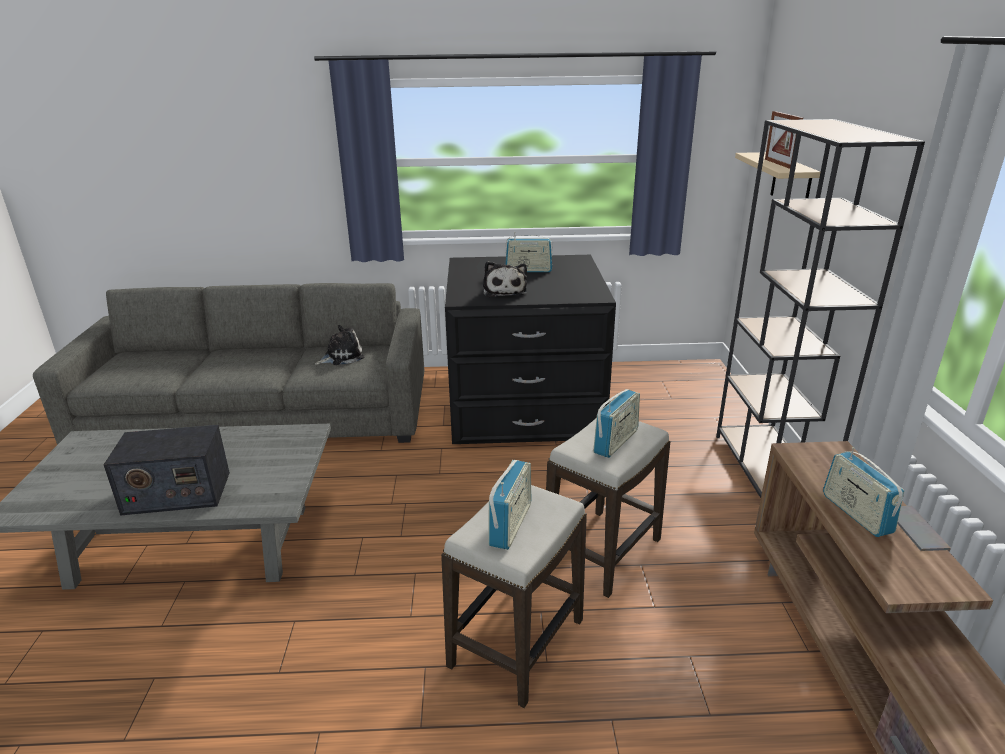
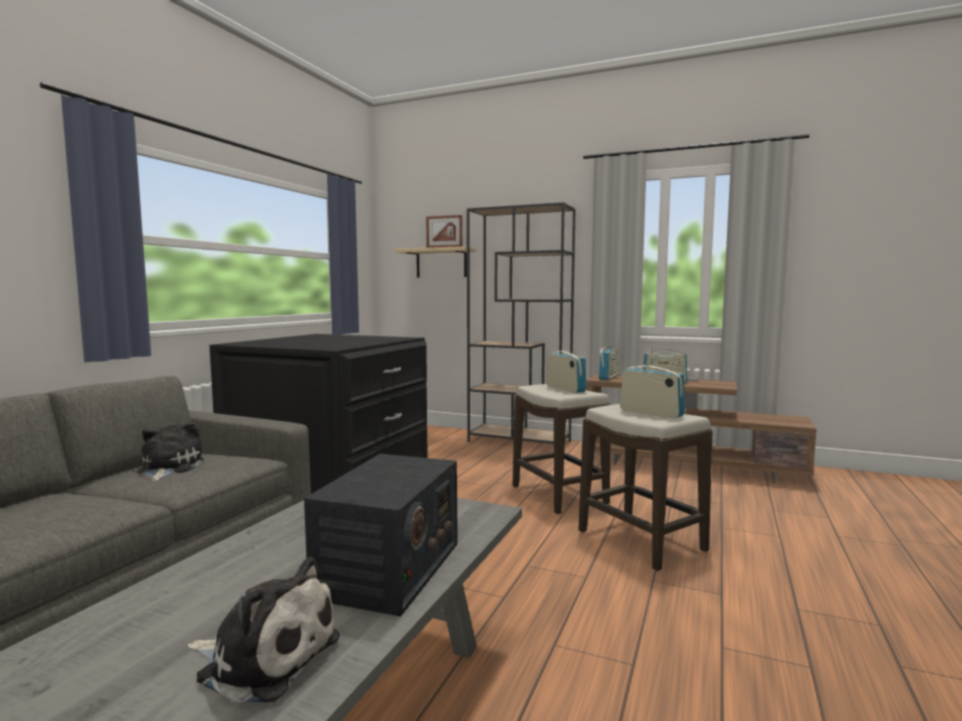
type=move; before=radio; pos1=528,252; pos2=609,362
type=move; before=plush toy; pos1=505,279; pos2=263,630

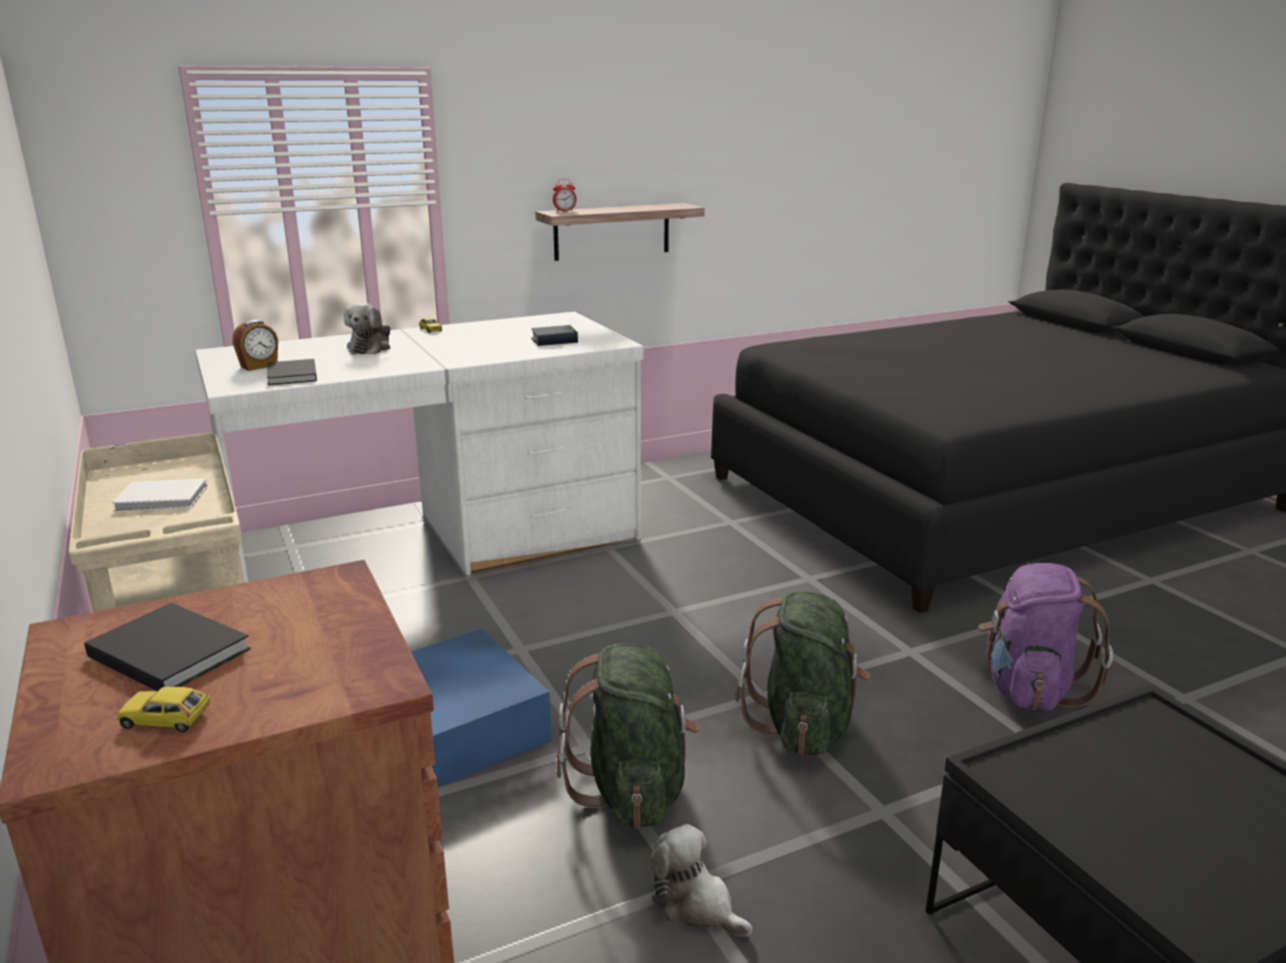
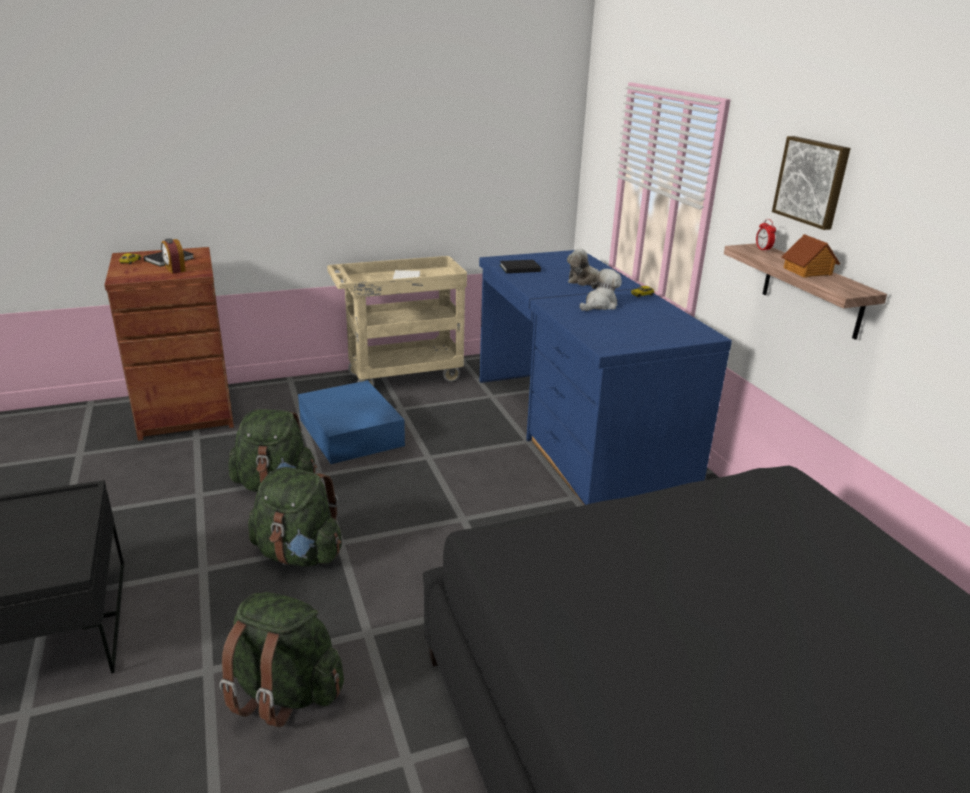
type=recolor; before=white desk; after=blue desk; pos1=419,447; pos2=605,377
type=move; before=alarm clock; pos1=255,345; pos2=173,256
type=delete; before=book; pos1=554,335
type=recolor; before=purple backpack; after=green backpack; pos1=1045,636; pos2=282,659
type=move; before=plush toy; pos1=701,880; pos2=601,290
type=insert; after=picture; pos2=811,183
type=insert; after=toy house; pos2=811,256

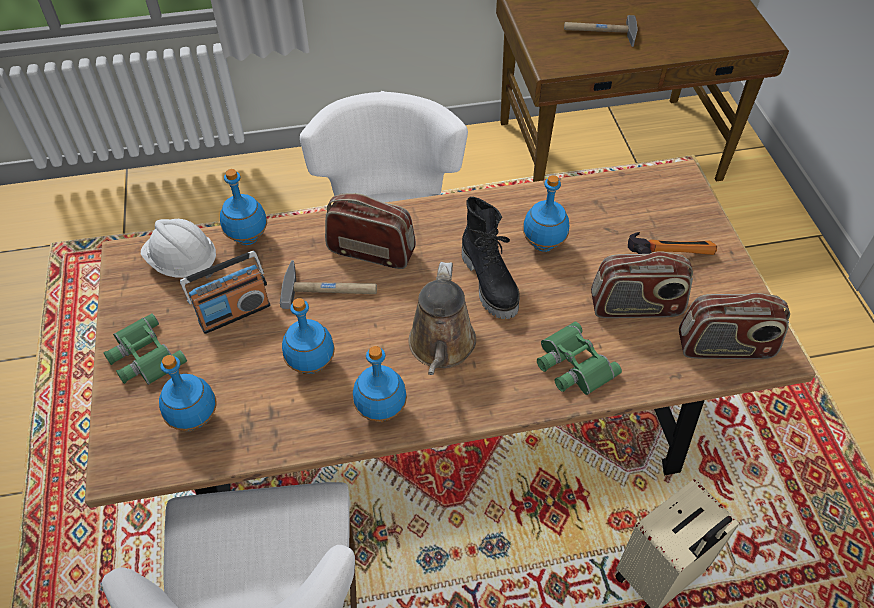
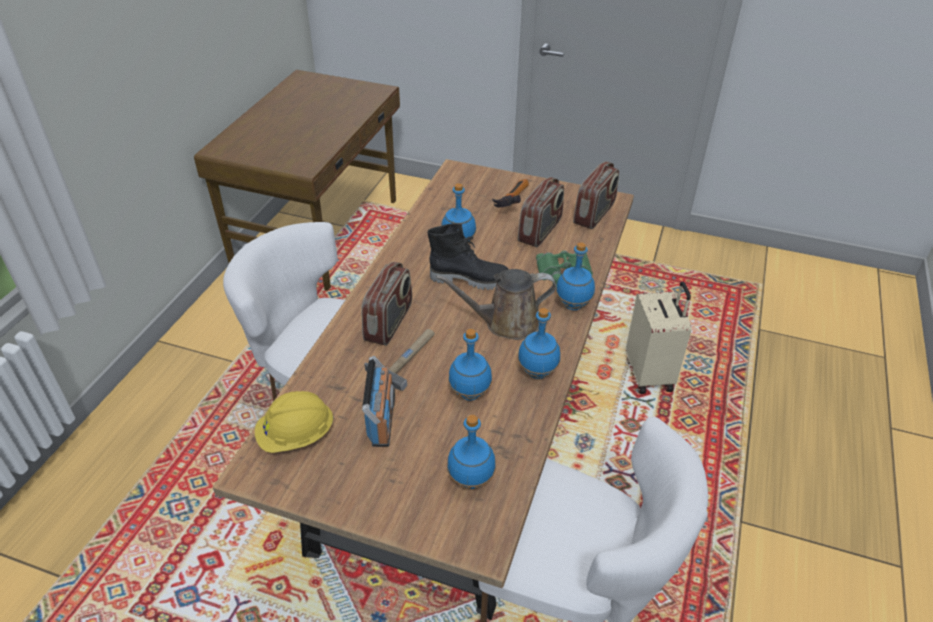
type=delete; before=hammer; pos1=601,31
type=move; before=blue bottle; pos1=243,207; pos2=575,276
type=rotate; before=radio; pos1=370,231; pos2=386,304; turn=150
type=recolor; before=white hard hat; after=yellow hard hat; pos1=178,249; pos2=294,422
type=rotate; before=brown watering can; pos1=442,318; pos2=496,304; turn=135
type=delete; before=green binoculars; pos1=145,349

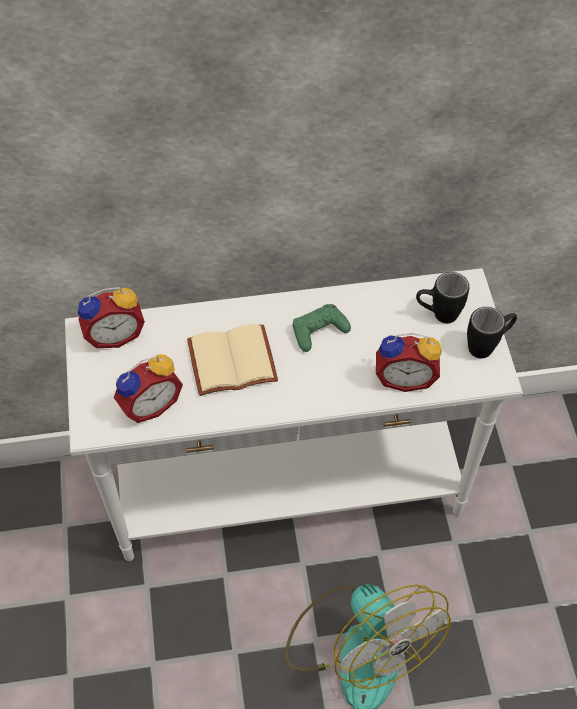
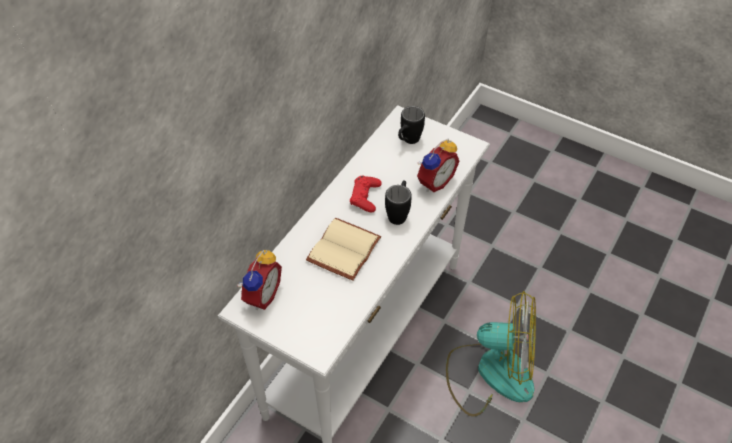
type=recolor; before=green game controller; after=red game controller; pos1=322,328; pos2=366,194
type=move; before=black mug; pos1=492,332; pos2=398,202
type=delete; before=alarm clock; pos1=148,389

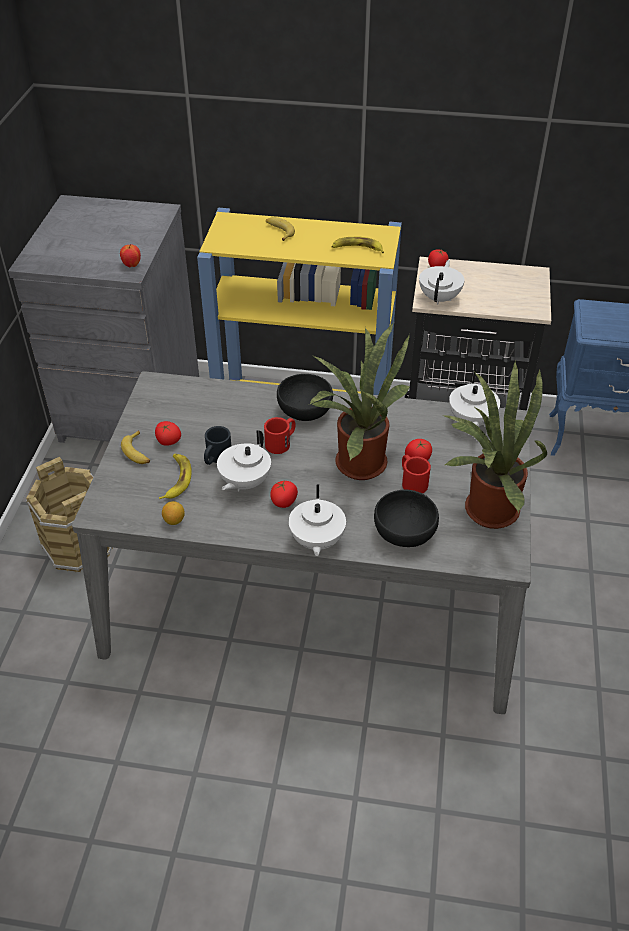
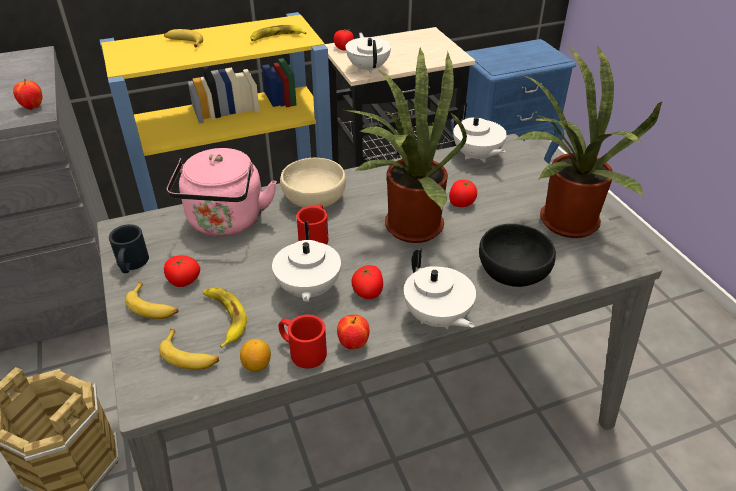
type=recolor; before=black bowl; after=beige bowl; pos1=305,397; pos2=313,183
type=move; before=black mug; pos1=217,445; pos2=129,248
type=move; before=red mug; pos1=416,474; pos2=303,341
type=insert; after=pink kettle; pos2=221,192
type=insert; after=apple; pos2=353,332
type=insert; after=banana; pos2=189,349

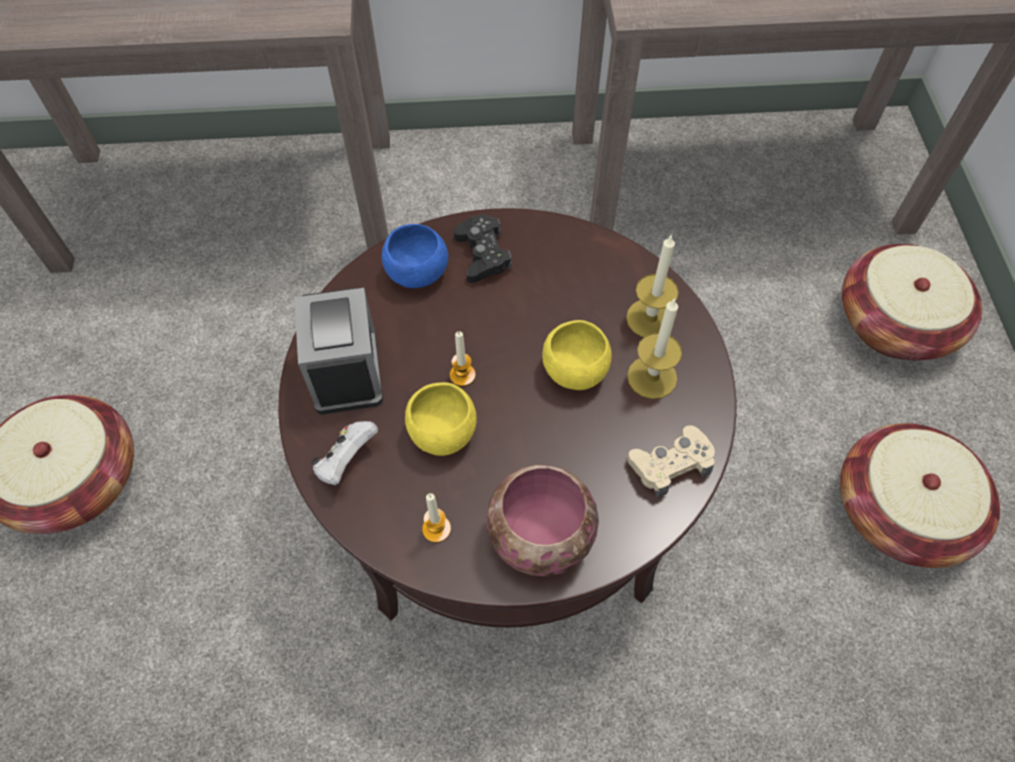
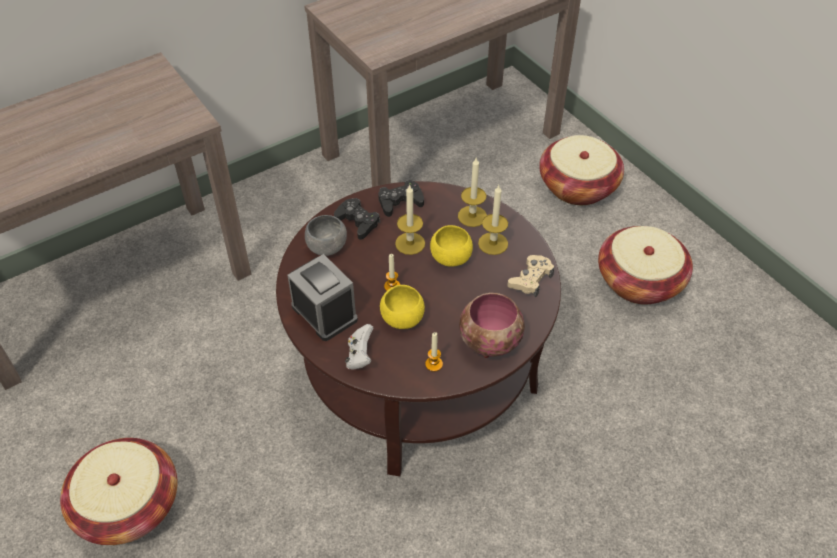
type=recolor; before=blue bowl; after=grey bowl; pos1=415,256; pos2=326,235
type=insert; after=black game controller; pos2=401,198
type=insert; after=candle; pos2=410,219

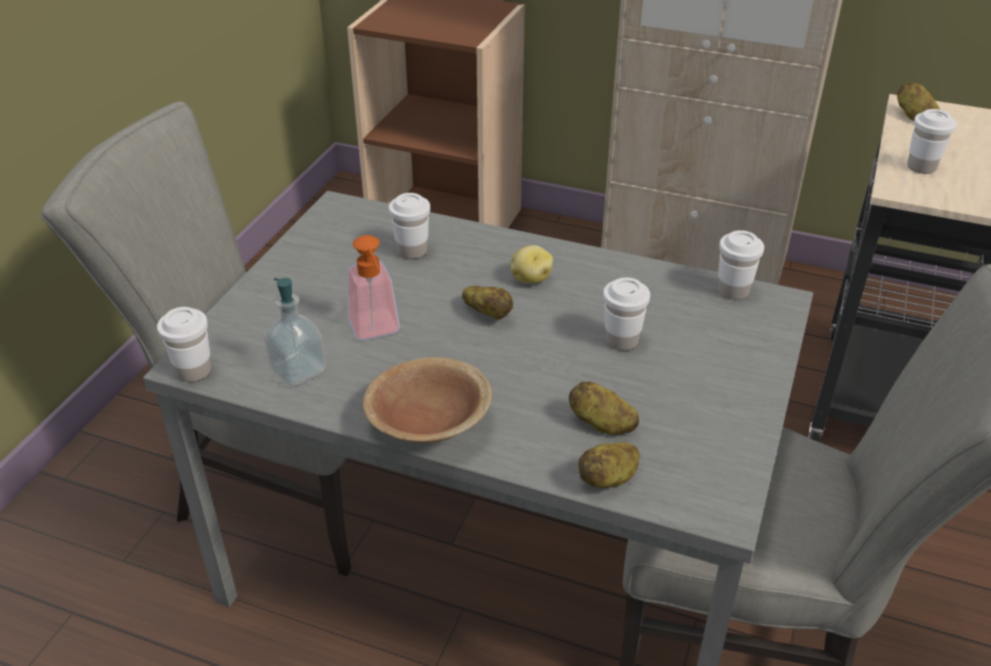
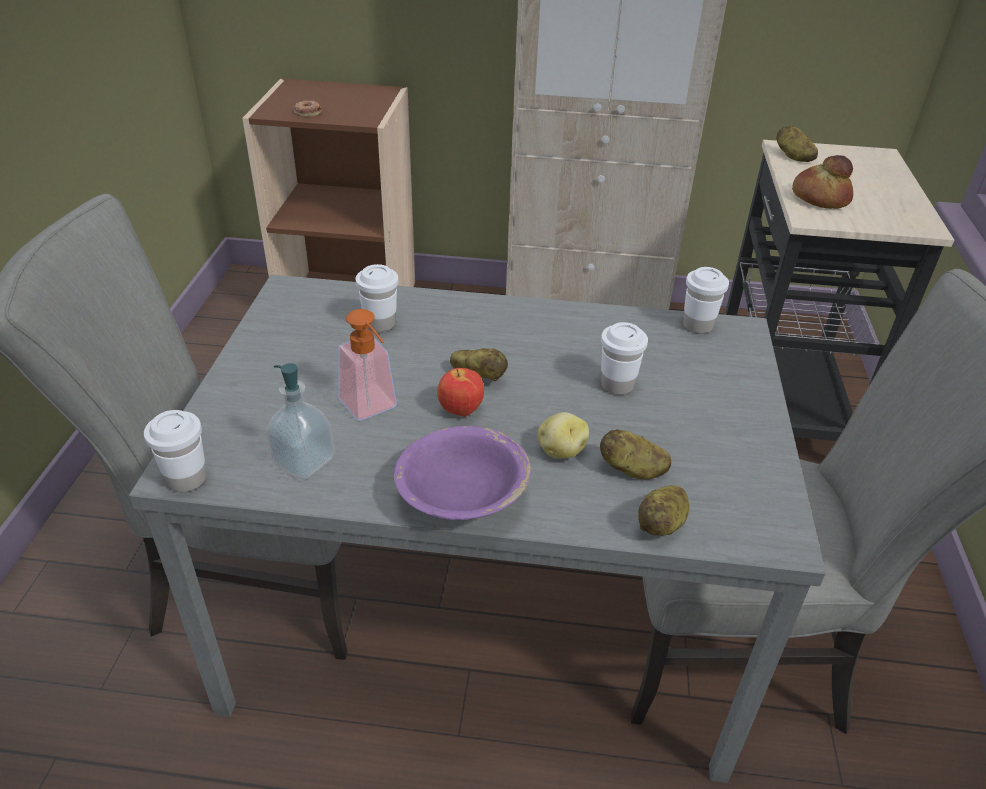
type=replace; before=white cup; after=bread; pos1=932,141; pos2=822,182
type=move; before=potato; pos1=532,264; pos2=563,435
type=recolor; before=brown bowl; after=purple bowl; pos1=427,400; pos2=462,473
type=insert; after=donut; pos2=307,108
type=insert; after=apple; pos2=460,392

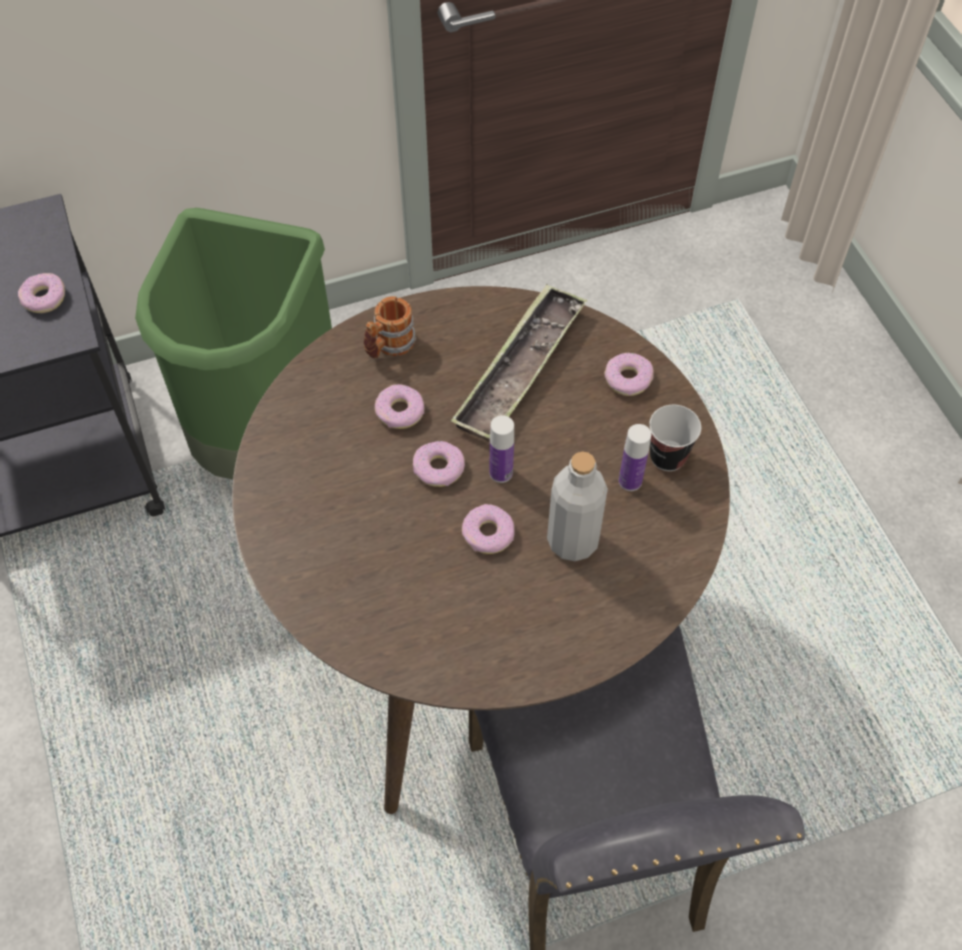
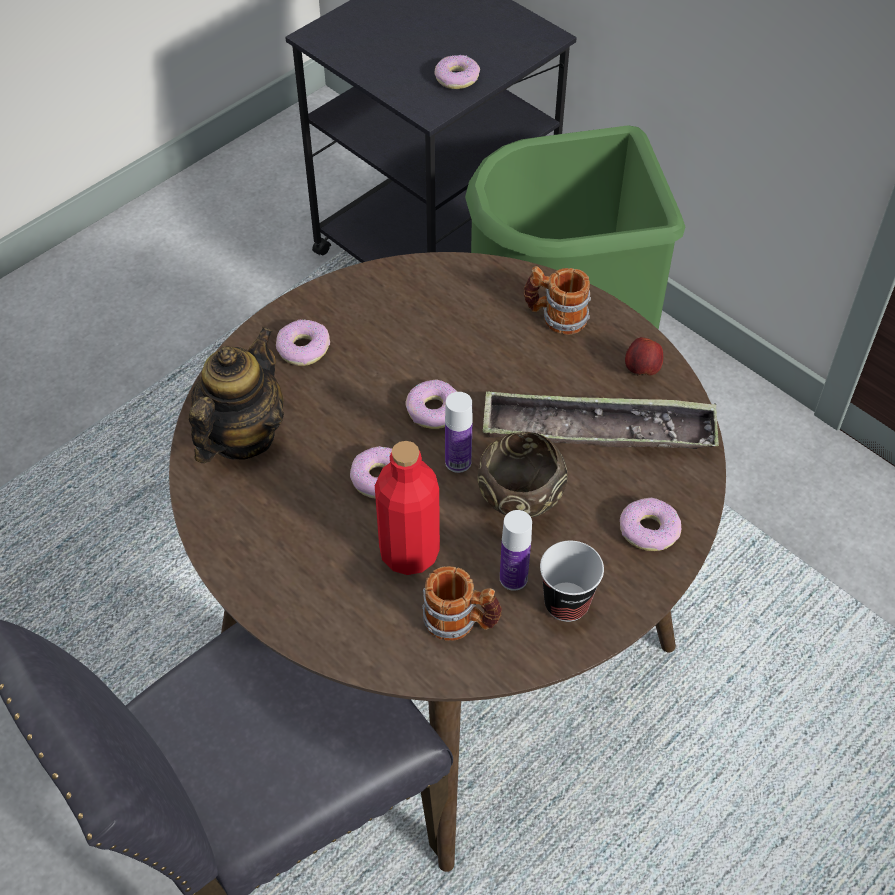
type=move; before=donut; pos1=399,406; pos2=303,342
type=recolor; before=grey bottle; after=red bottle; pos1=577,506; pos2=407,508
type=insert; after=teapot; pos2=236,395
type=insert; after=apple; pos2=644,356
type=insert; after=brown bowl; pos2=522,474
type=insert; after=mug; pos2=462,603

